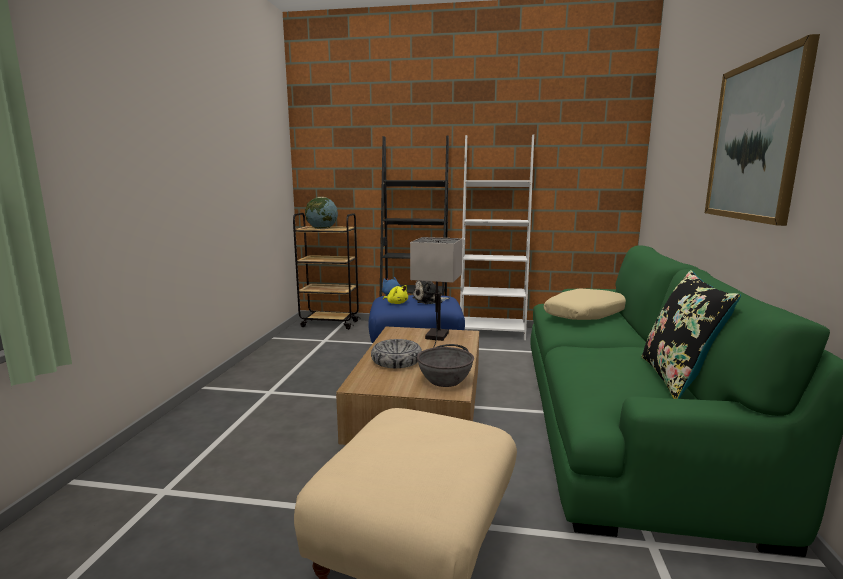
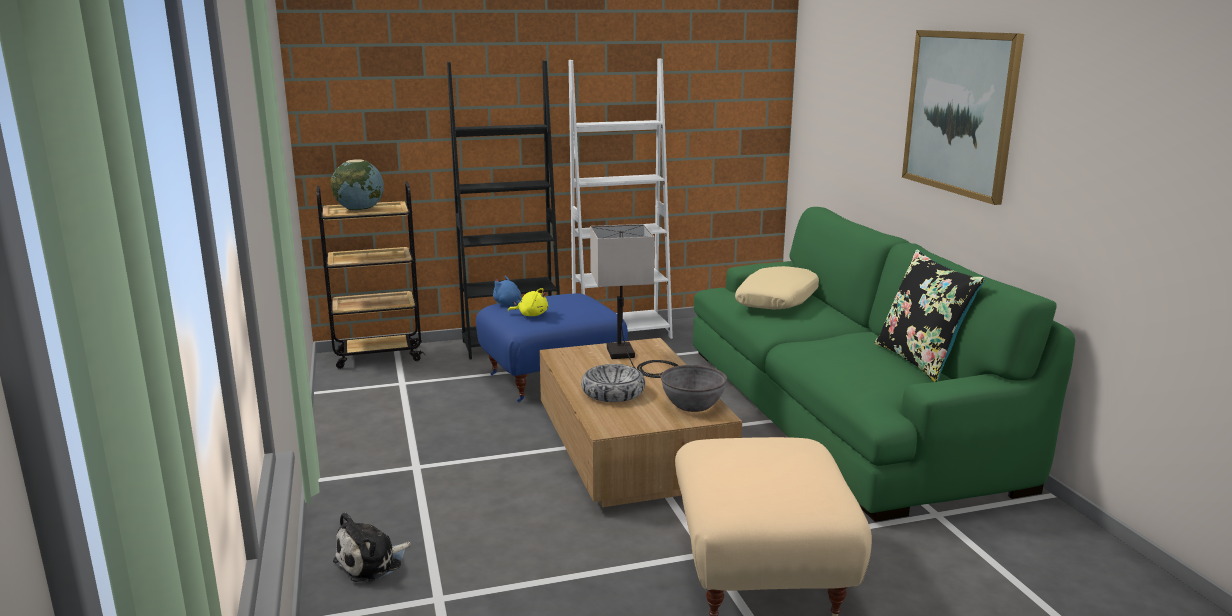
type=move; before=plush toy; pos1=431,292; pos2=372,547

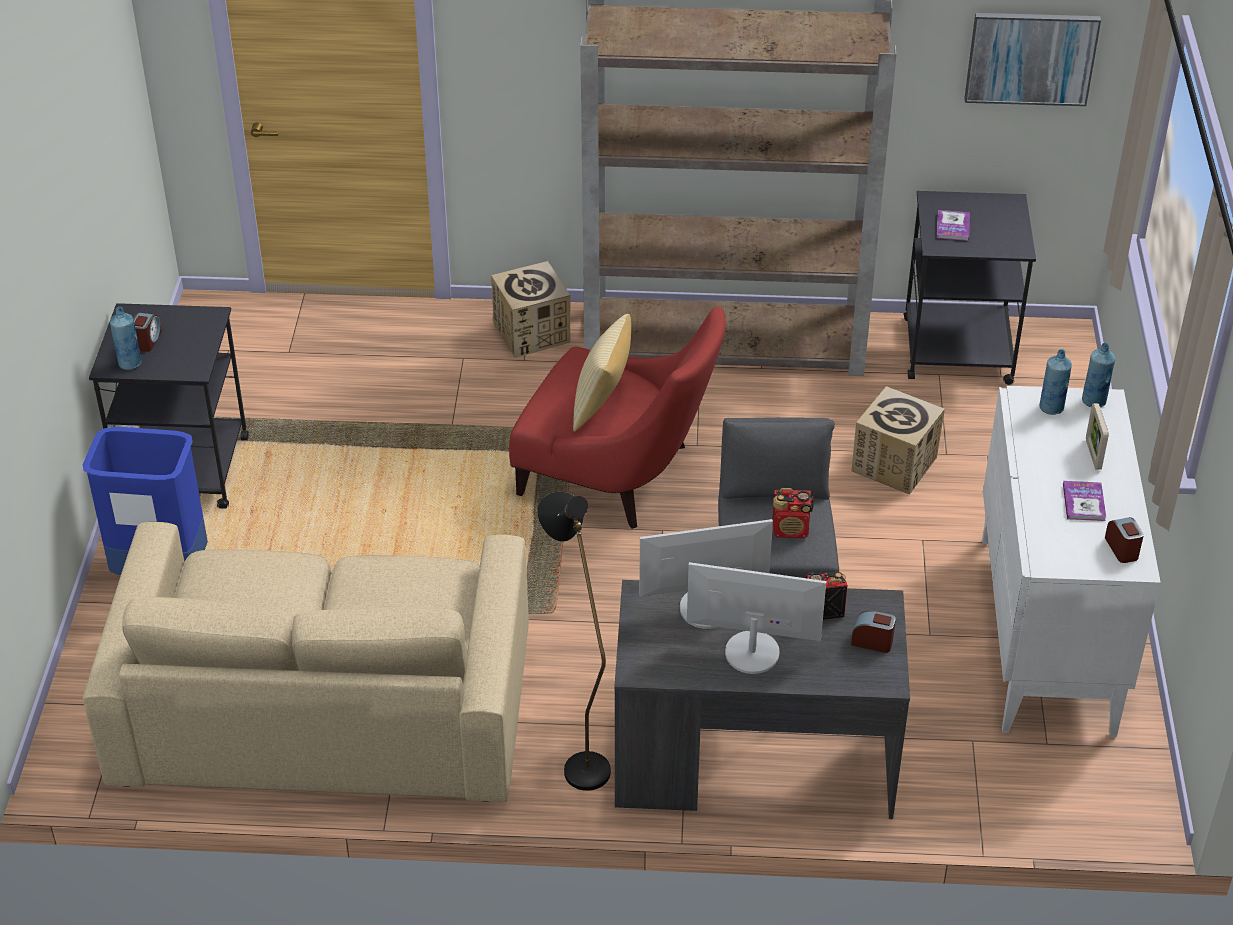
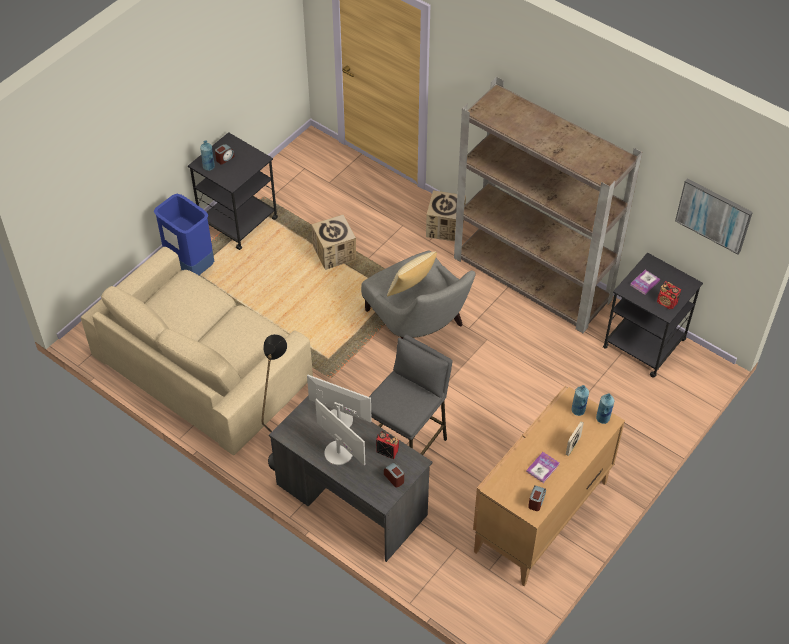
type=recolor; before=red armchair; after=grey armchair; pos1=617,418; pos2=418,294
type=move; before=cardboard box; pos1=898,440; pos2=334,242
type=recolor; before=white cabinet; after=brown cabinet; pos1=1071,562; pos2=549,486
type=move; before=radio; pos1=793,513; pos2=669,295

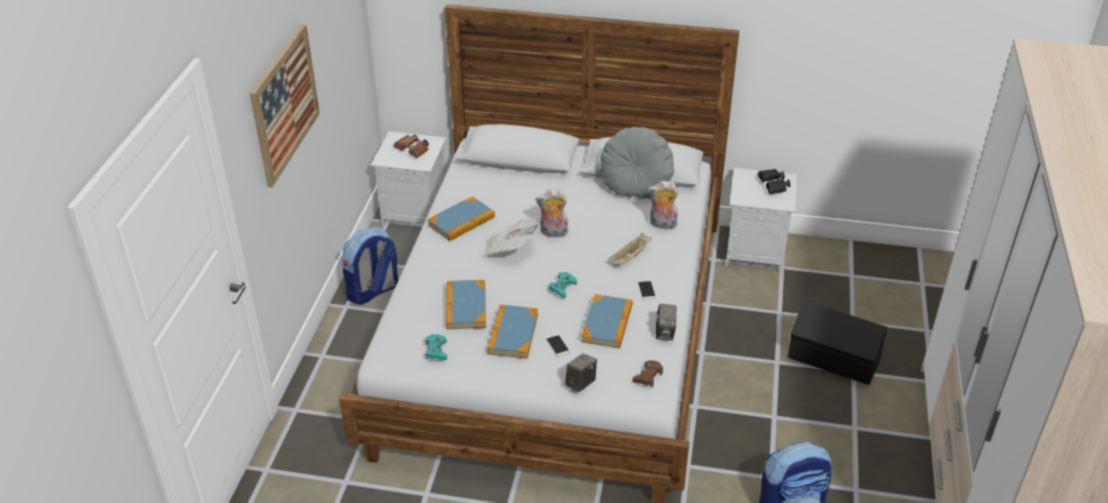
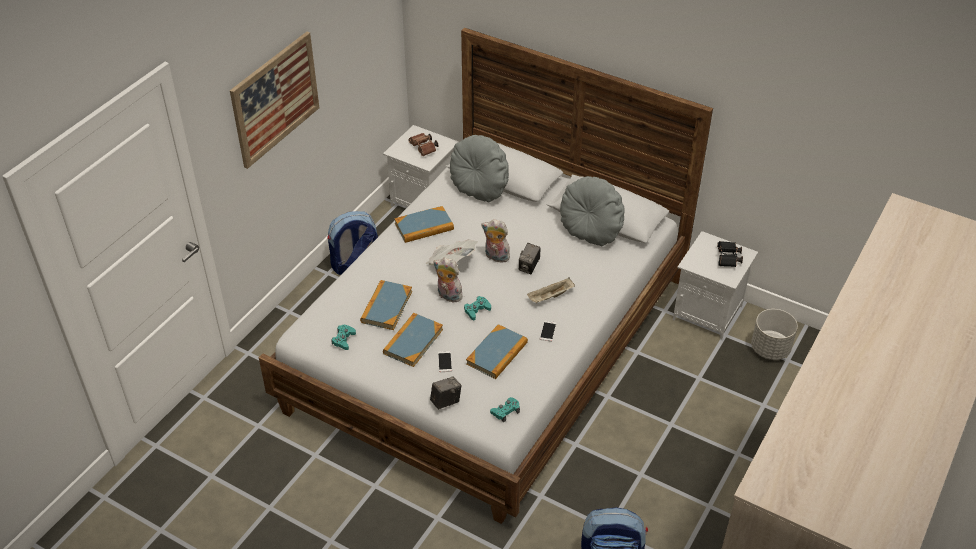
type=move; before=plush toy; pos1=662,205; pos2=448,280
type=delete; before=black storage box; pos1=837,343
type=move; before=photo camera; pos1=666,322; pos2=529,258
type=recolor; before=brown game controller; after=turquoise game controller; pos1=648,374; pos2=505,410
type=insert; after=grey pillow; pos2=479,168
type=insert; after=grey planter; pos2=774,334

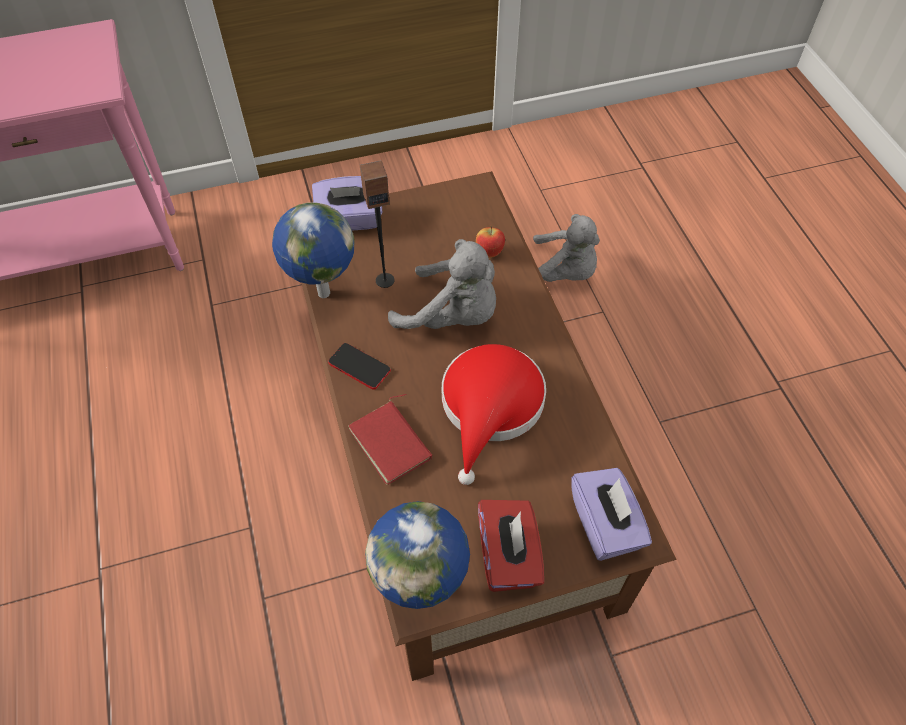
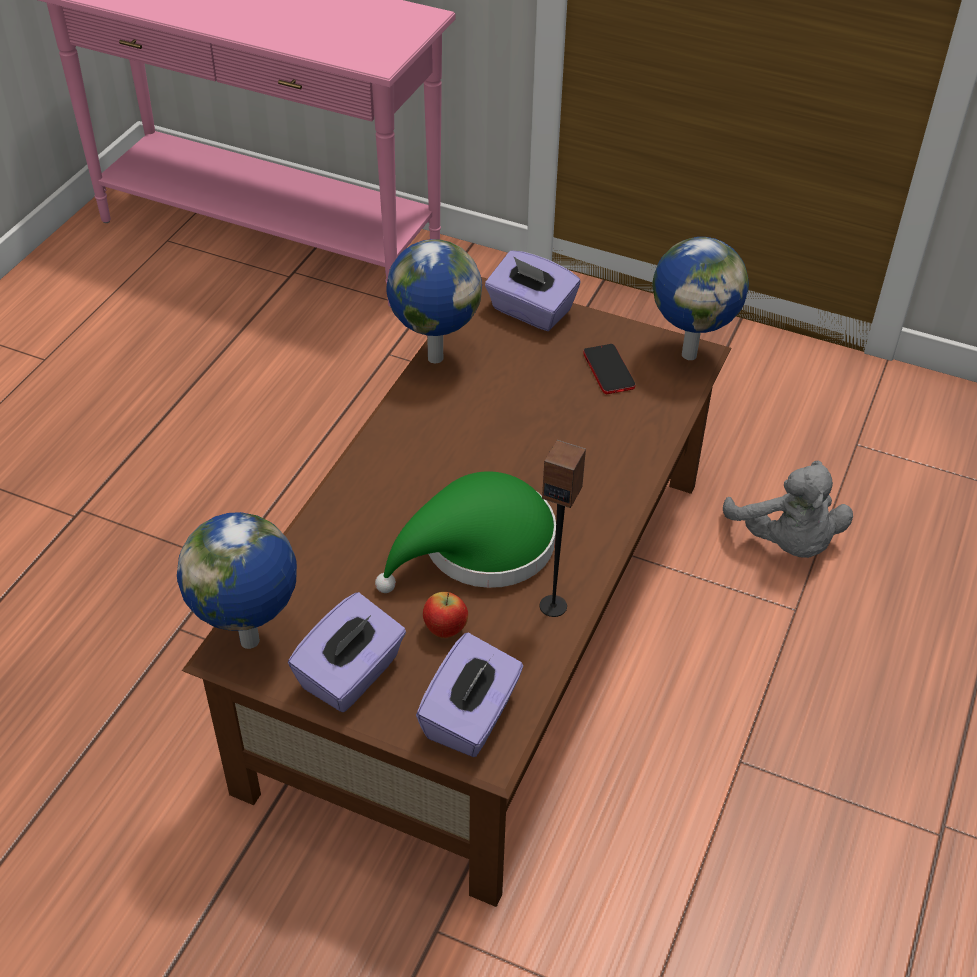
type=move; before=speaker; pos1=377,224; pos2=563,528
type=move; before=apple; pos1=490,242; pos2=445,615
type=delete; before=grey plush toy; pos1=442,284
type=move; before=phone; pos1=359,366; pos2=609,369
type=recolor; before=red hat; after=green hat; pos1=494,414; pos2=465,532
type=delete; before=red book; pos1=390,439
type=recolor; before=red tissue box; after=purple tissue box; pos1=511,546; pos2=347,652
type=insert; after=globe; pos2=700,298

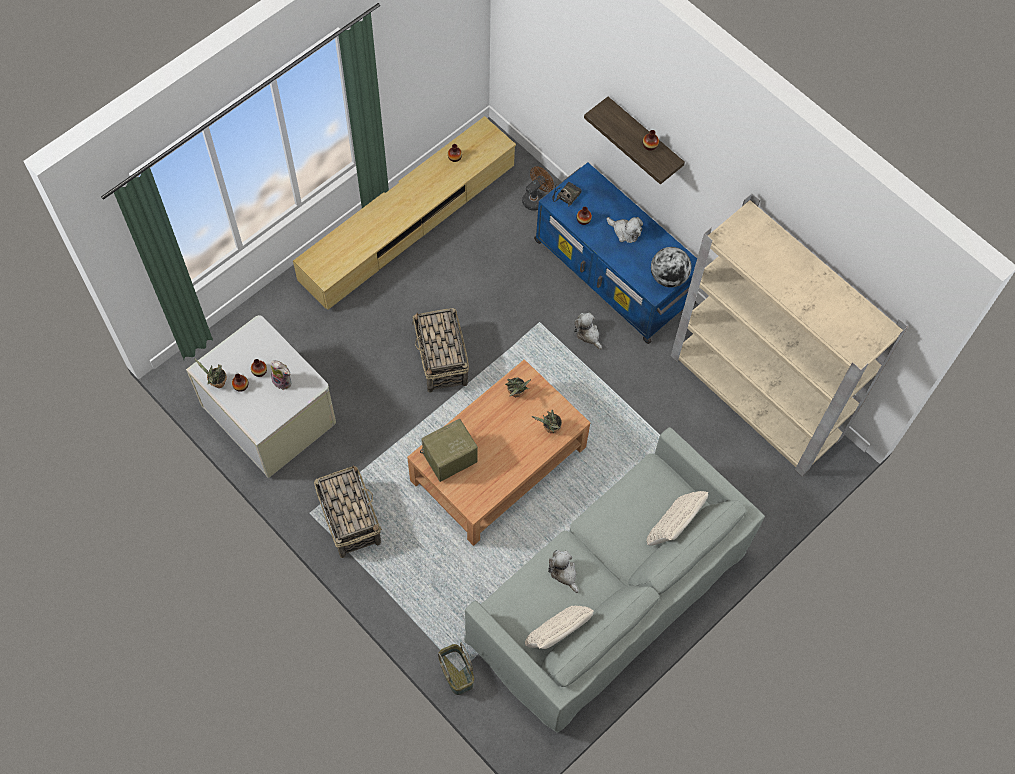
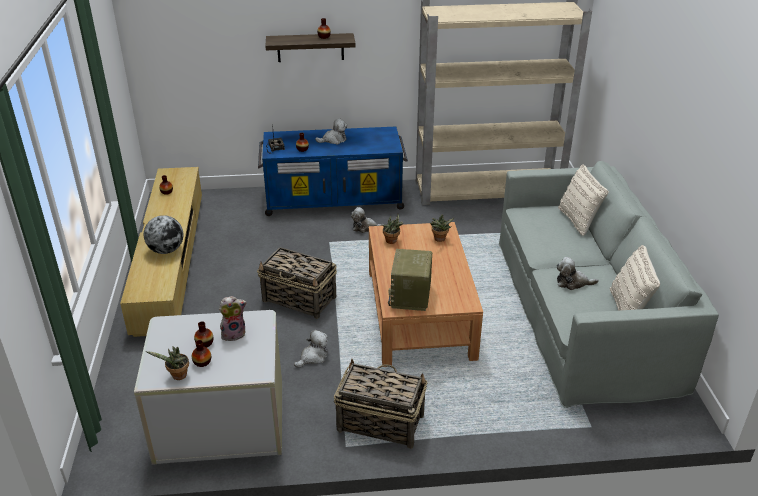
type=delete; before=brown fan; pos1=538,188
type=move; before=globe; pos1=671,267; pos2=163,234
type=delete; before=basket; pos1=456,669
type=insert; after=plush toy; pos2=311,349

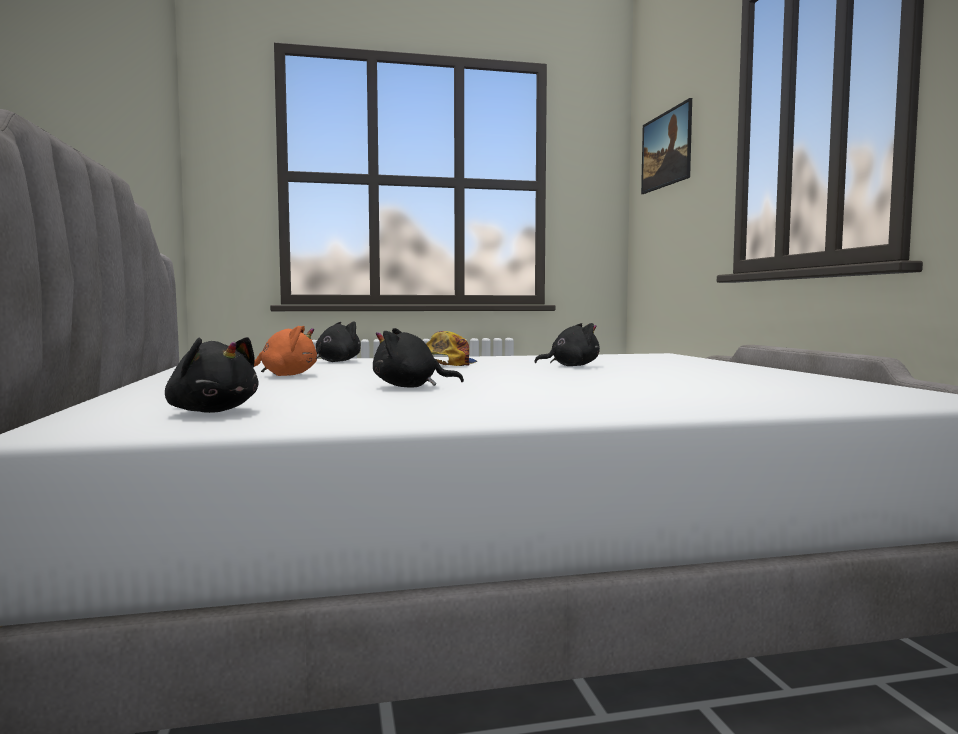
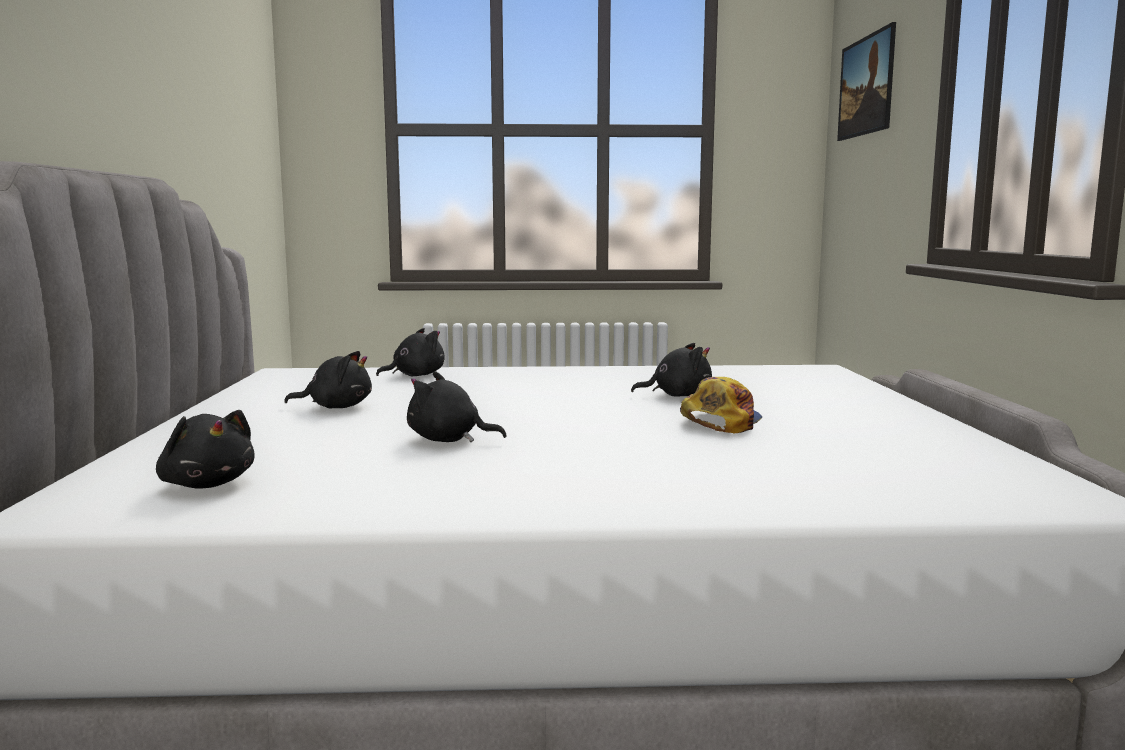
type=recolor; before=orange plush toy; after=black plush toy; pos1=285,351; pos2=328,379
type=move; before=cap; pos1=451,348; pos2=721,405

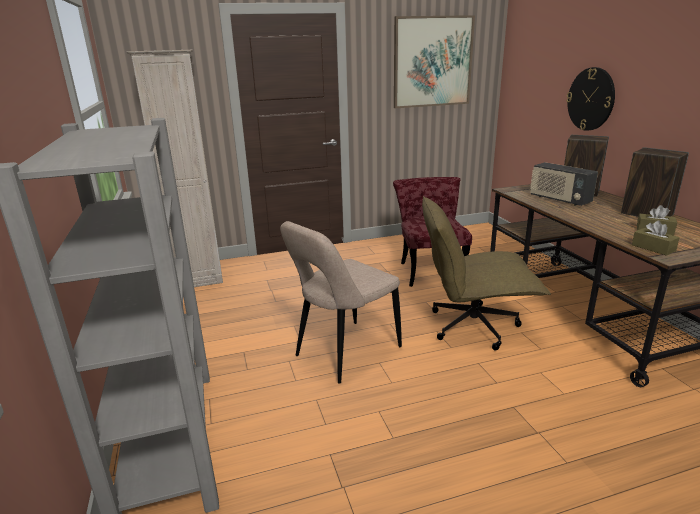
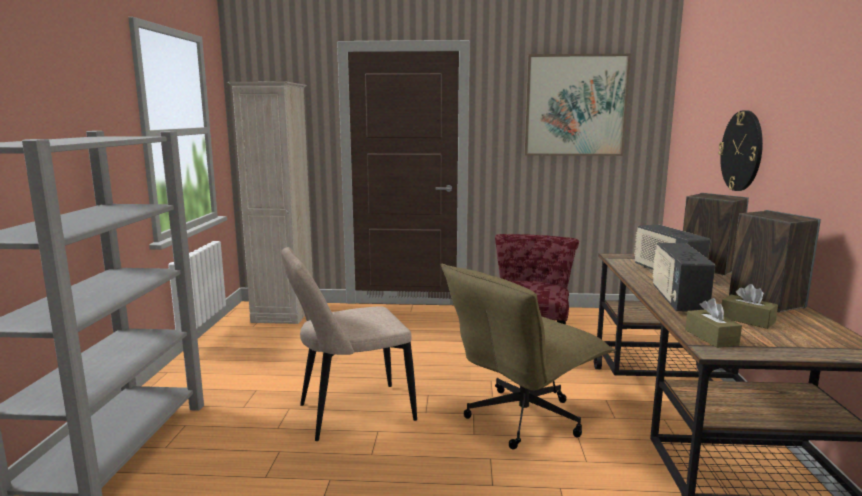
type=rotate; before=beige office chair; pos1=486,273; pos2=528,356; turn=-60
type=insert; after=radio; pos2=683,277

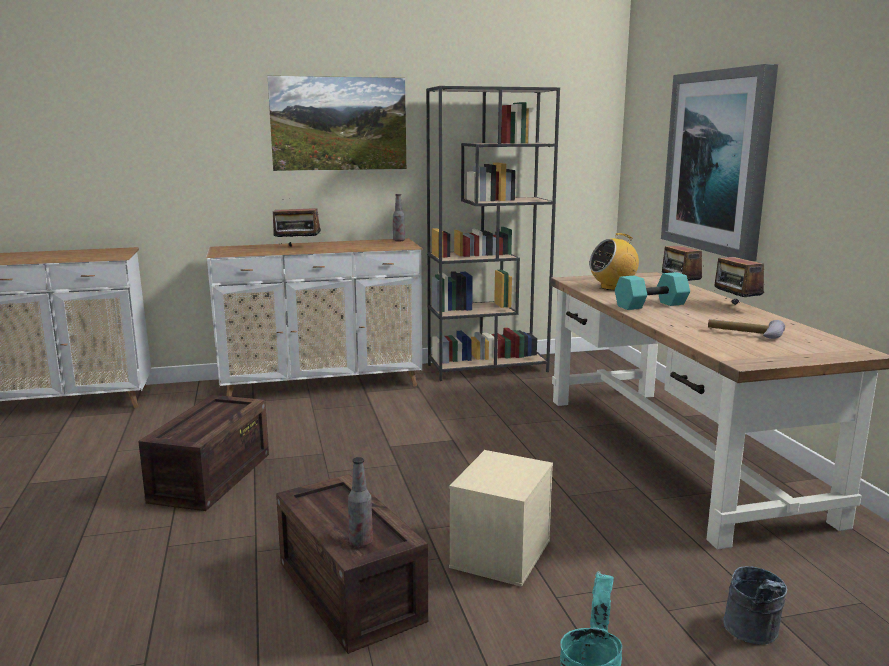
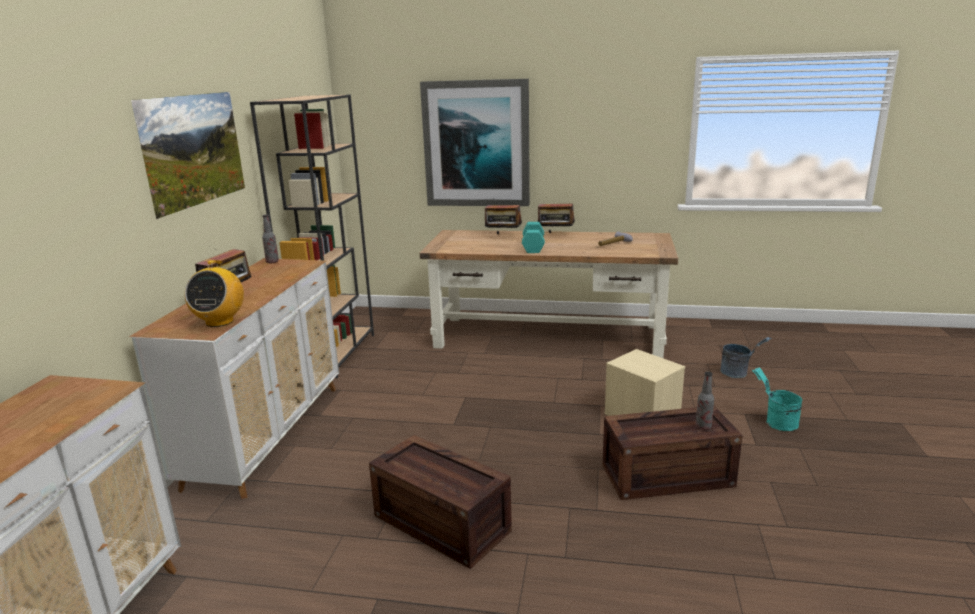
type=move; before=radio; pos1=614,261; pos2=214,293

